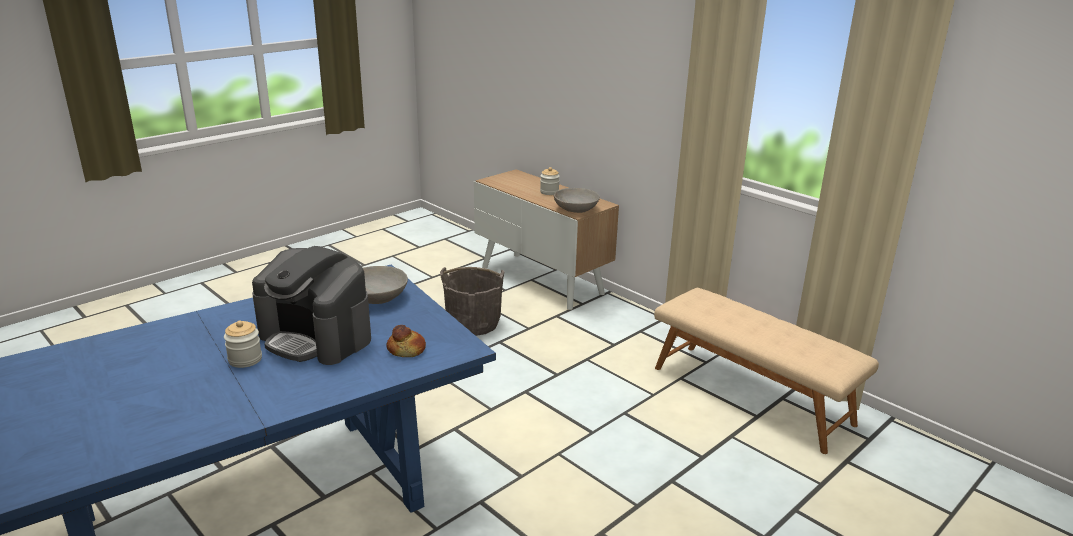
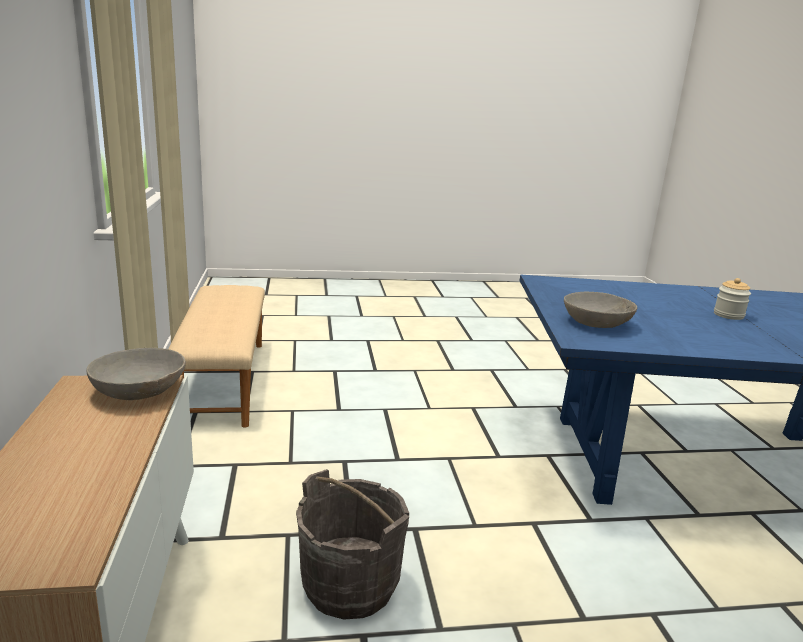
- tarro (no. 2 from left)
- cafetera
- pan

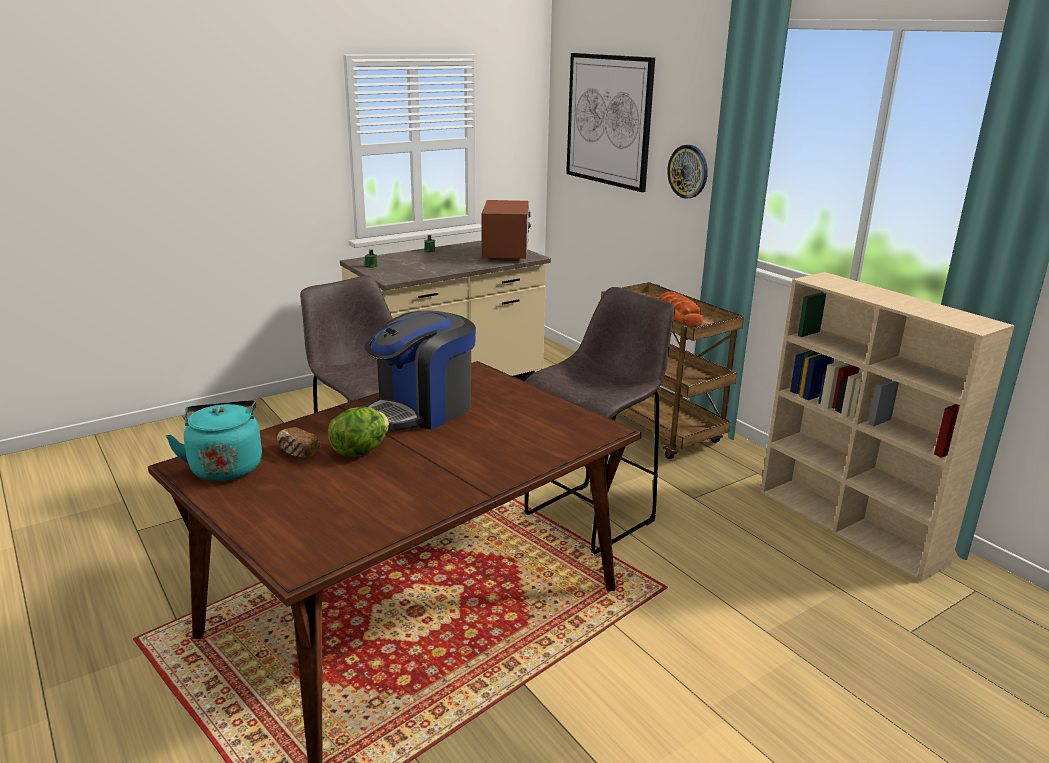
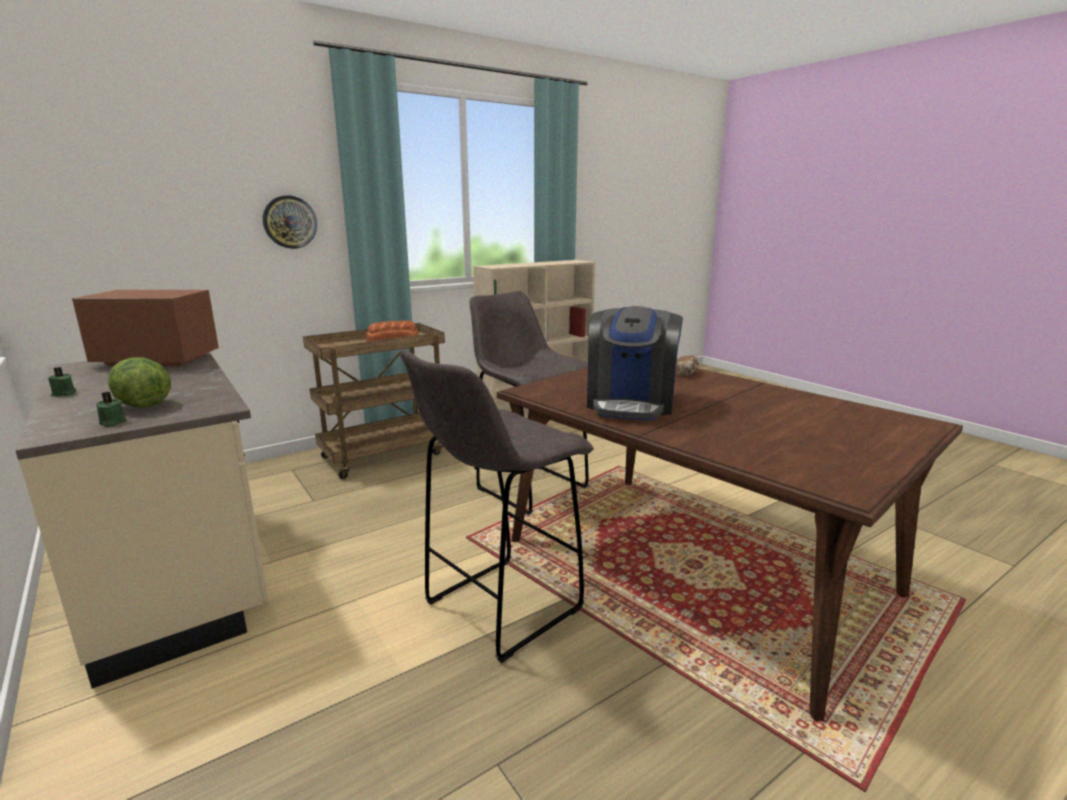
- cuadro
~ cafetera 60 degrees clockwise
- hervidor/turquesa
~ lechuga
~ pan (no. 1 from left in the first image) to pan (no. 2 from left)

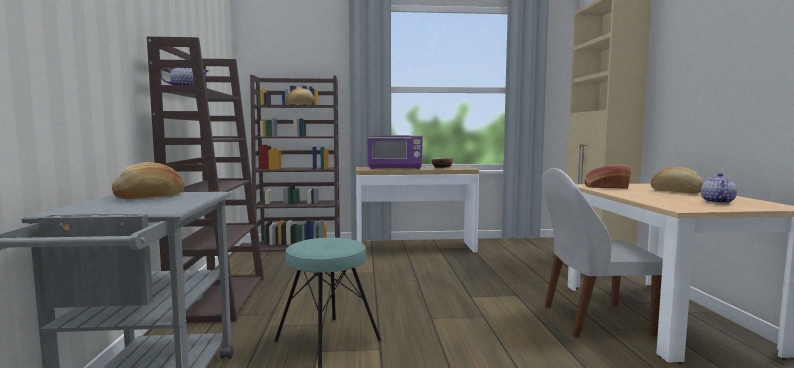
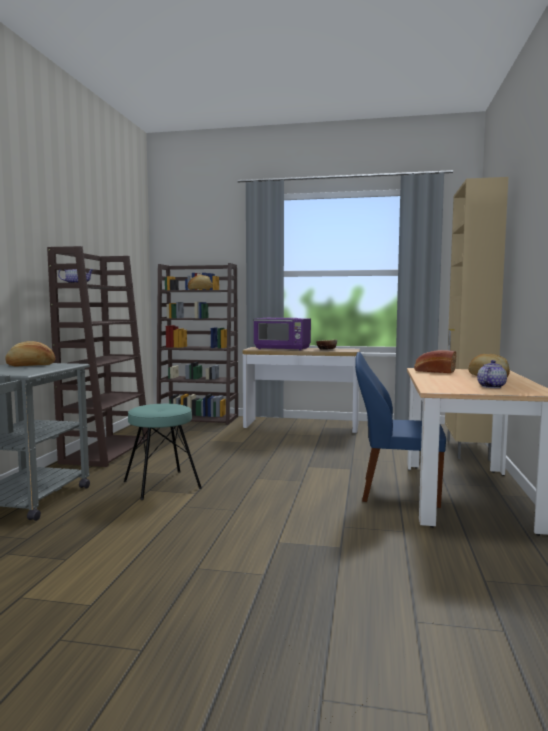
~ silla/blanco to silla/azul

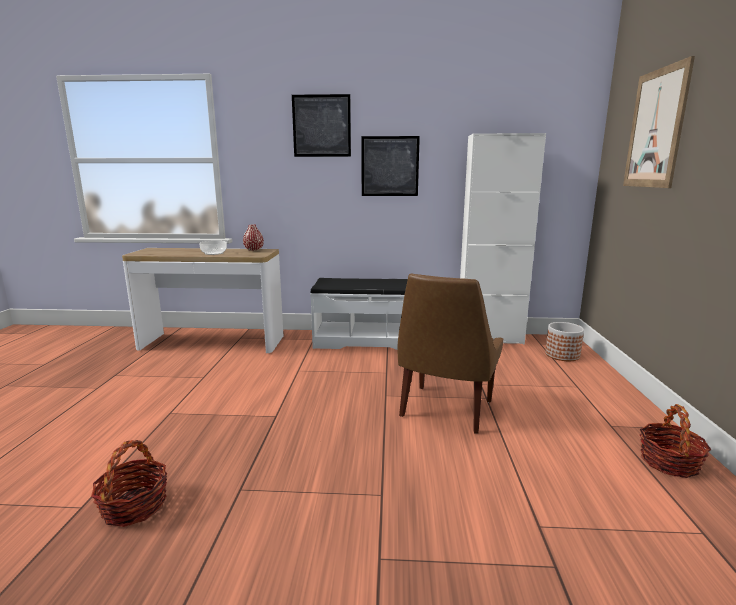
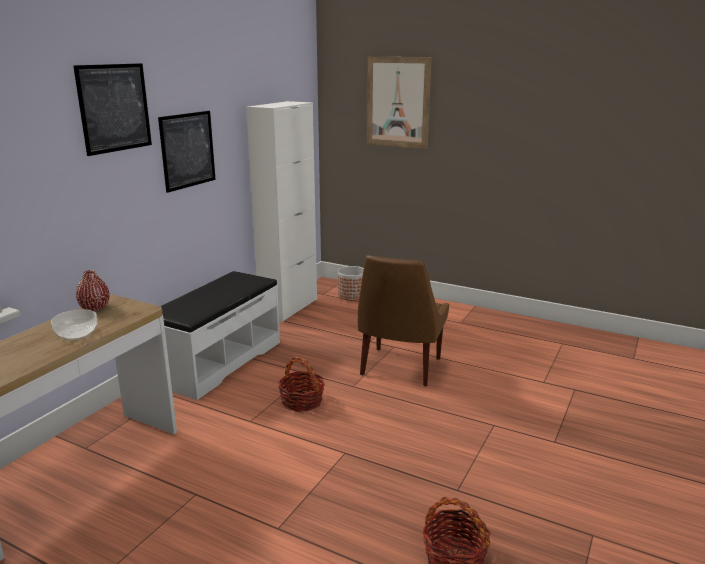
~ silla/marrón 60 degrees clockwise
~ cesta (no. 2 from left in the first image) to cesta (no. 1 from left)

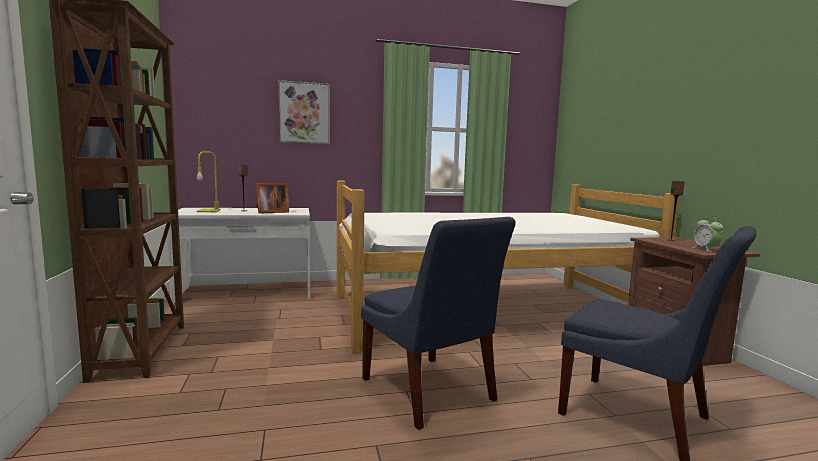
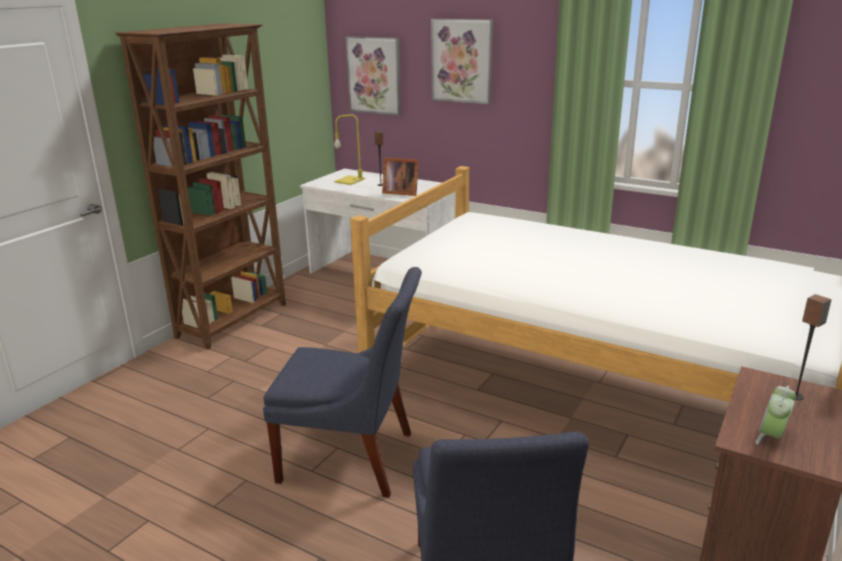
~ silla/azul (no. 1 from left) 90 degrees counterclockwise
+ cuadro (no. 1 from left)

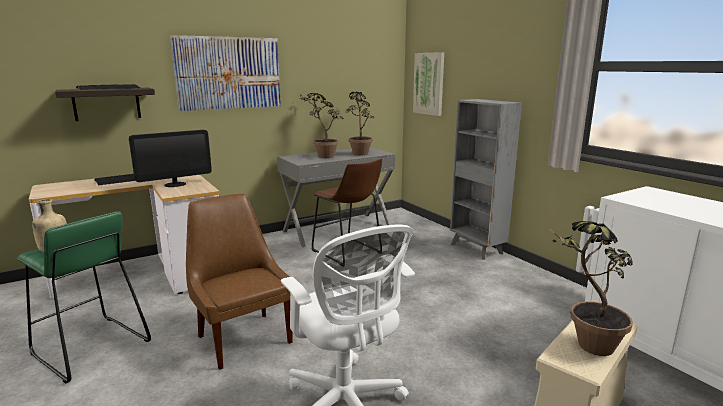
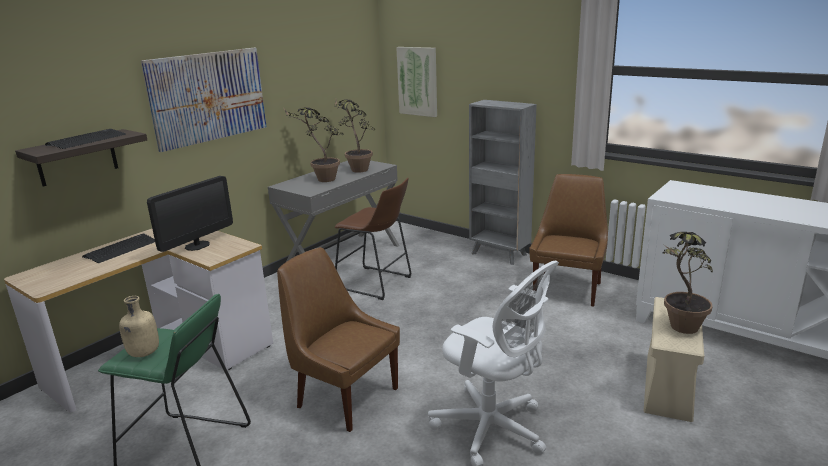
+ silla/marrón (no. 2 from left)

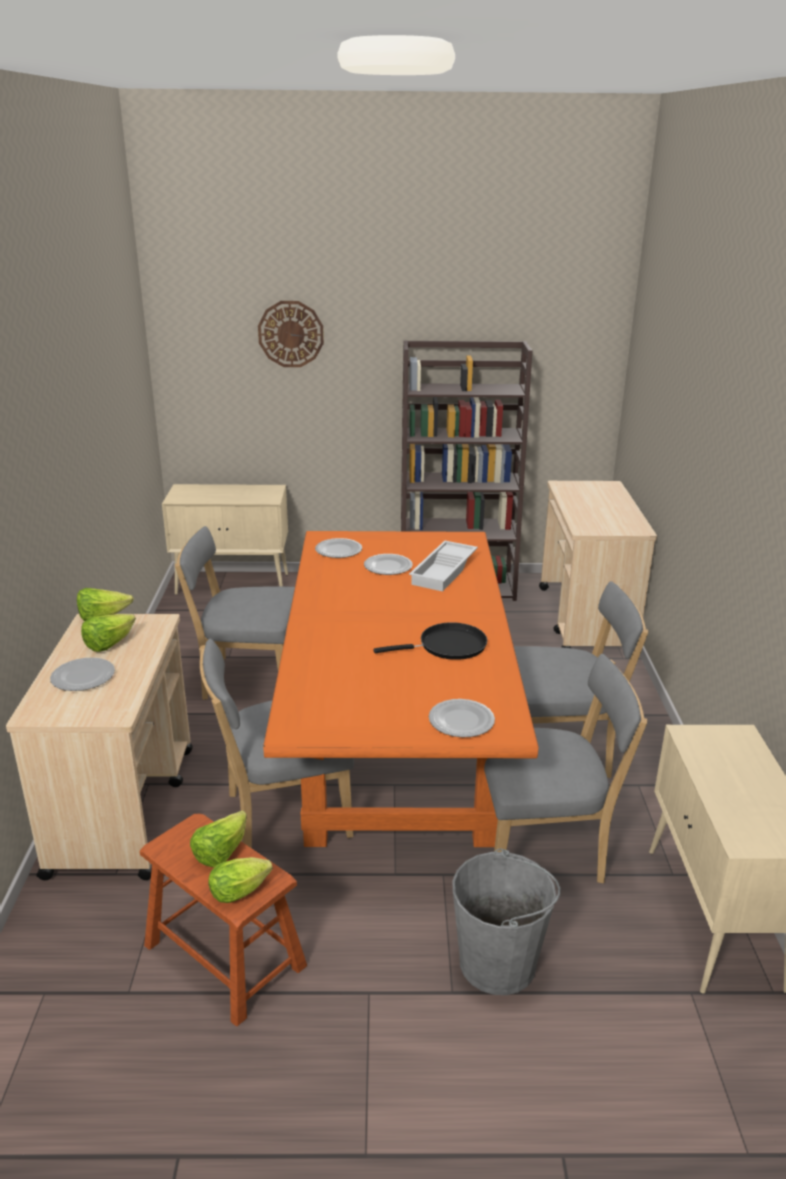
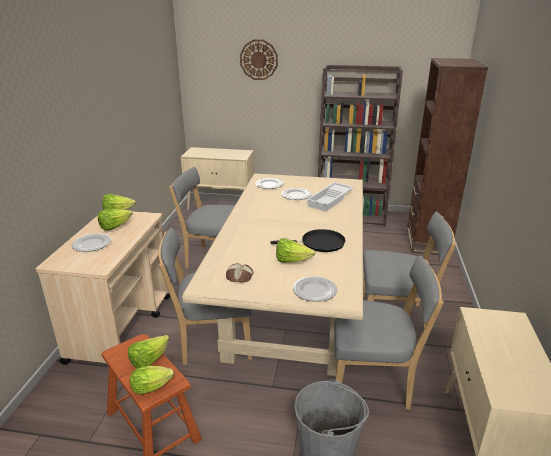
~ carrito/beis (no. 2 from left) to estantería/marrón (no. 2 from left)
~ mesa de comedor/naranja to mesa de comedor/beis
+ lechuga (no. 5 from left)
+ pan

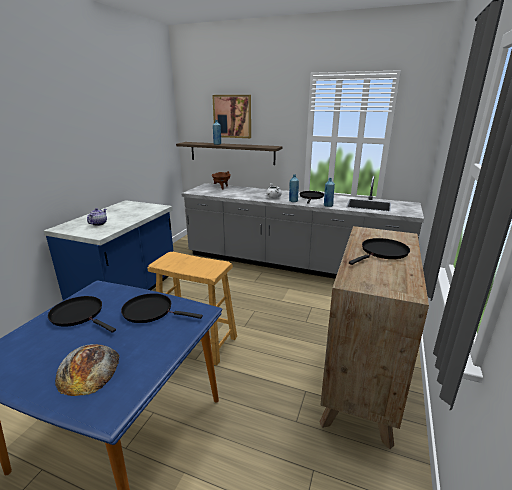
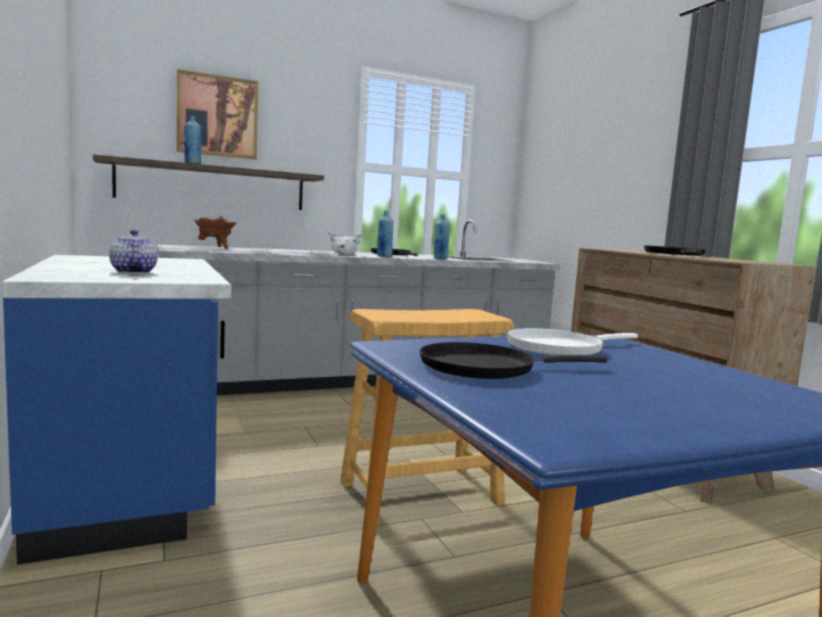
~ sartén/negro (no. 2 from left) to sartén/blanco
- pan

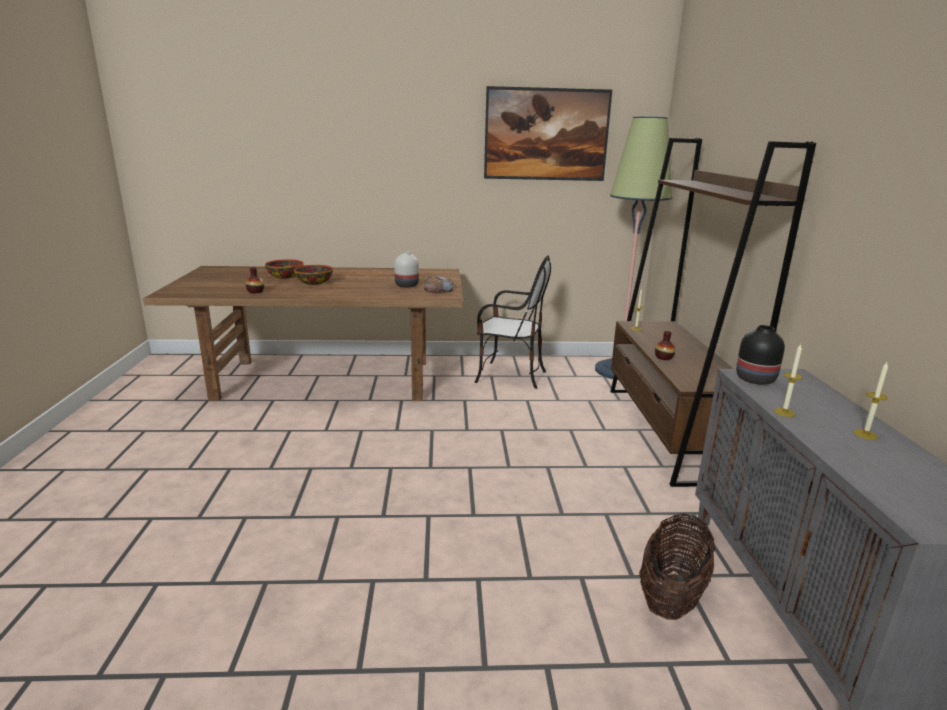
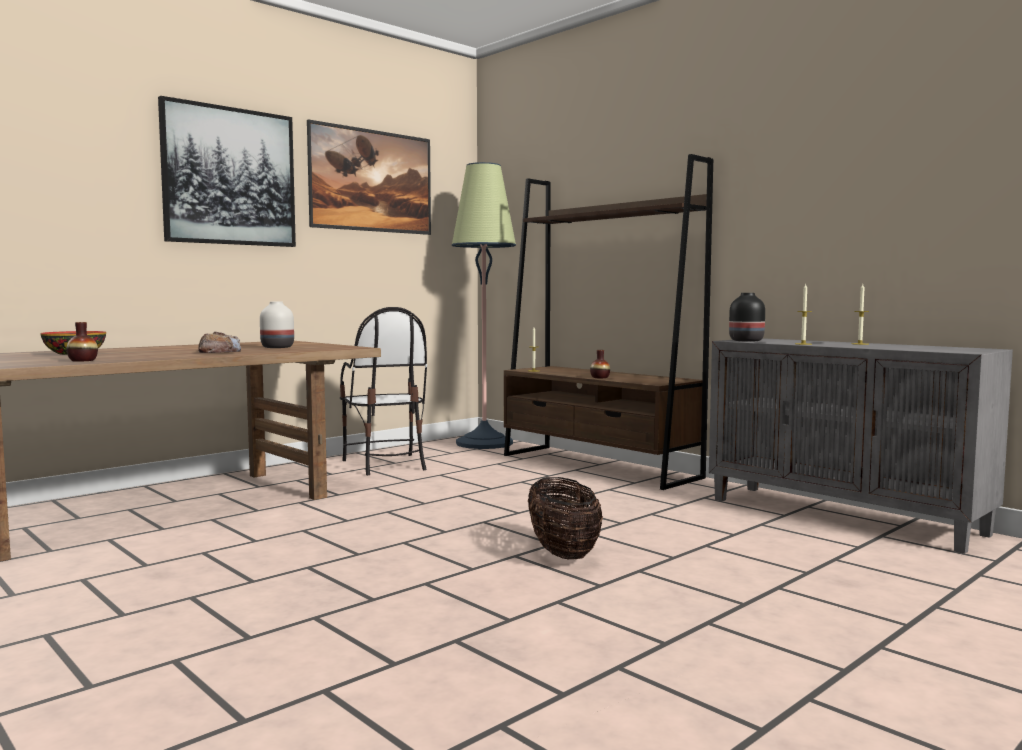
~ silla 90 degrees clockwise
- cuenco (no. 2 from left)
~ pan
~ cesta
+ cuadro (no. 1 from left)

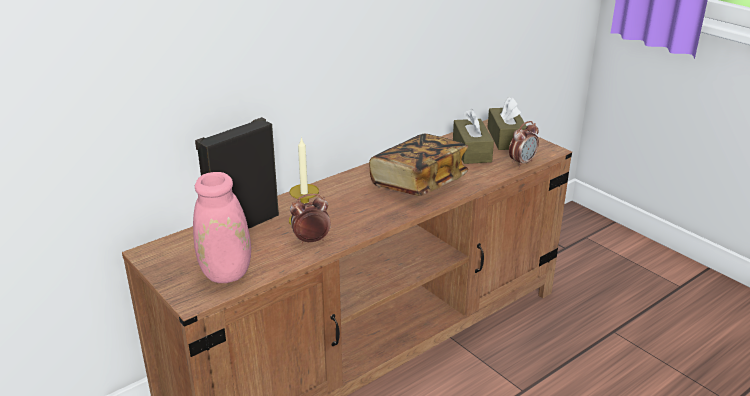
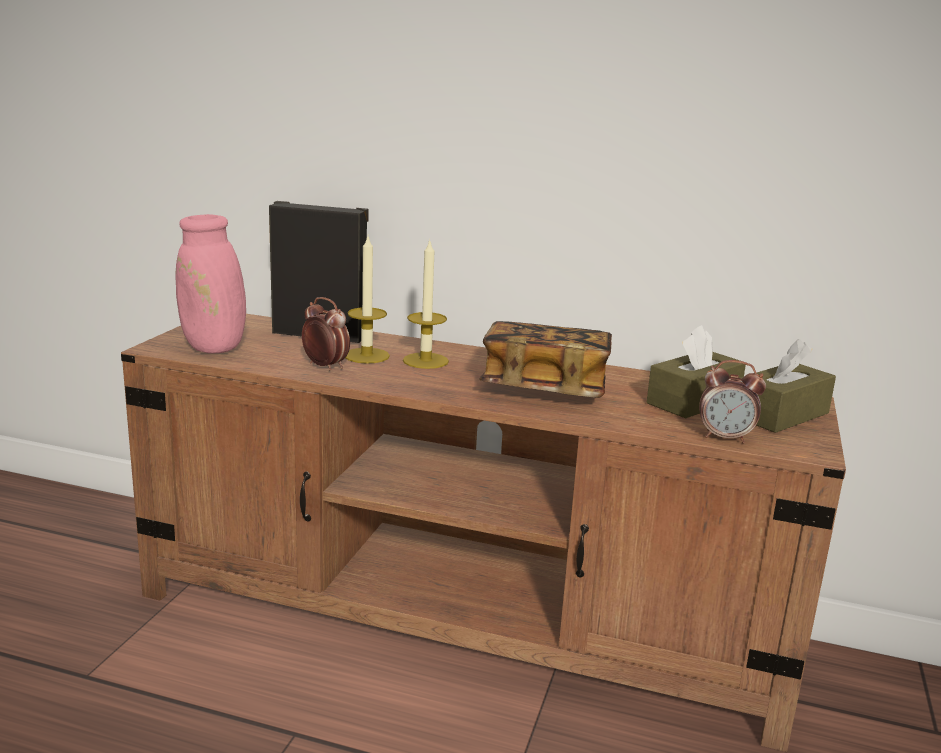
+ vela (no. 2 from left)

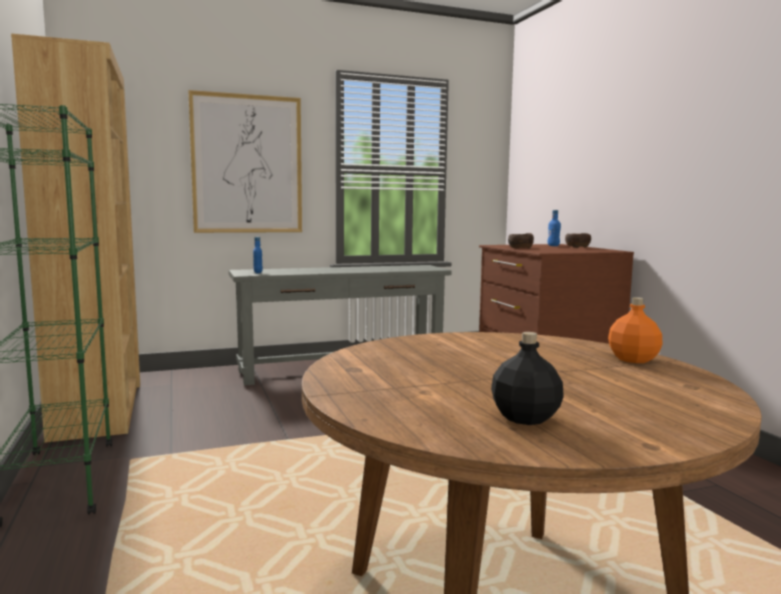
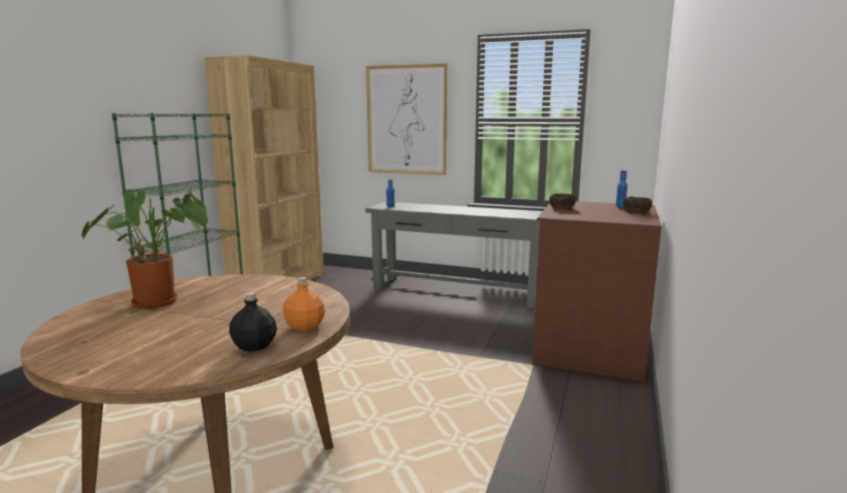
~ botella/negro
+ planta en maceta

